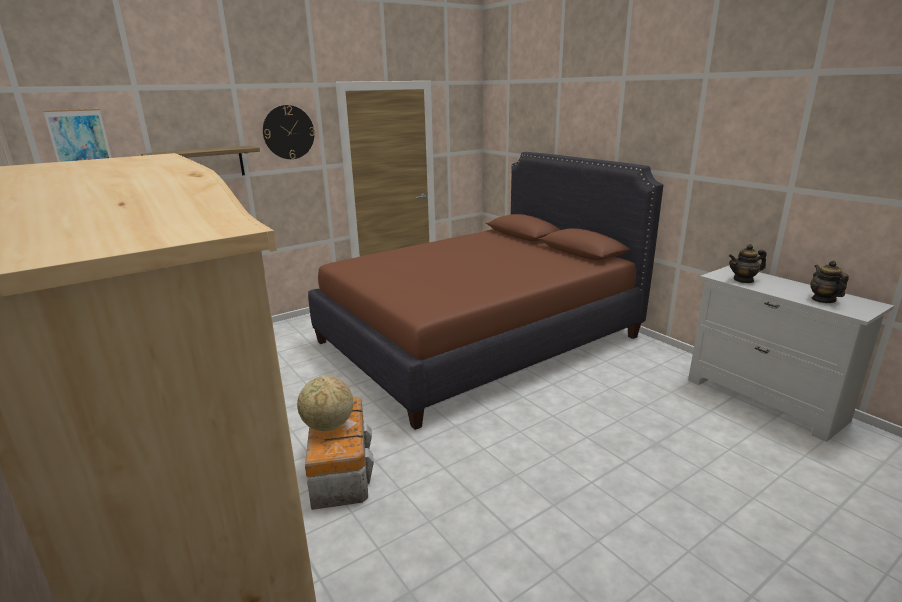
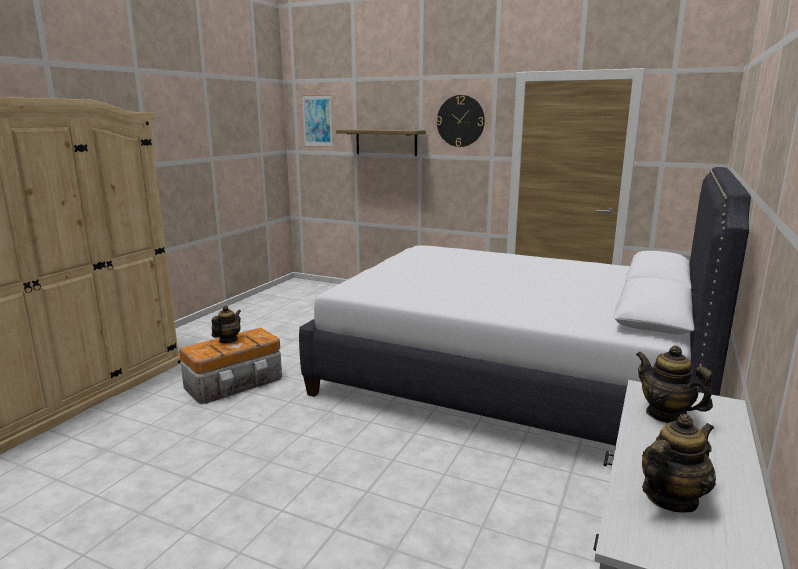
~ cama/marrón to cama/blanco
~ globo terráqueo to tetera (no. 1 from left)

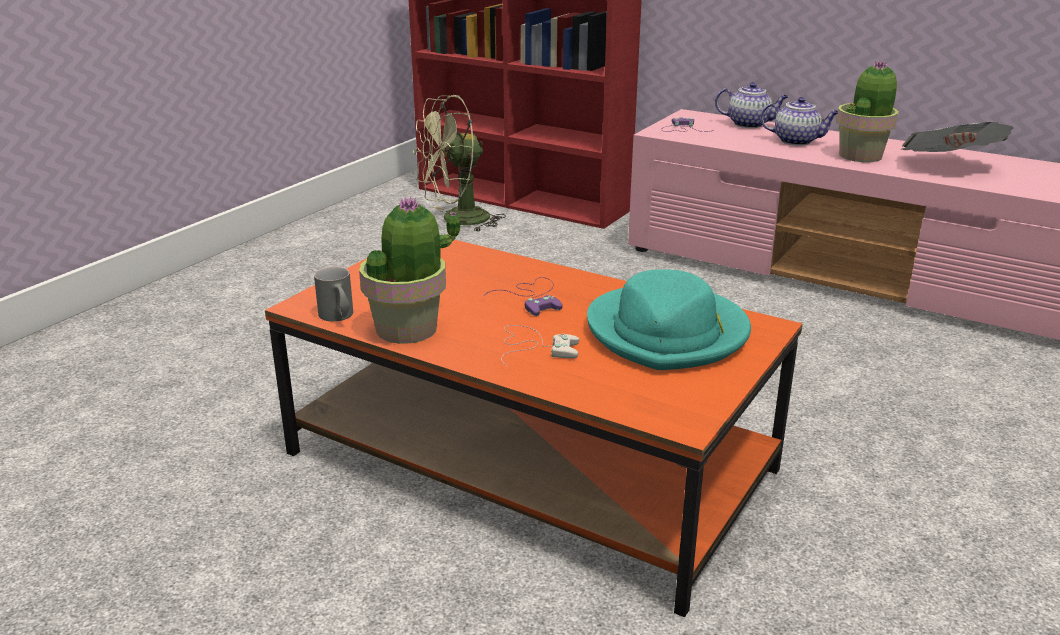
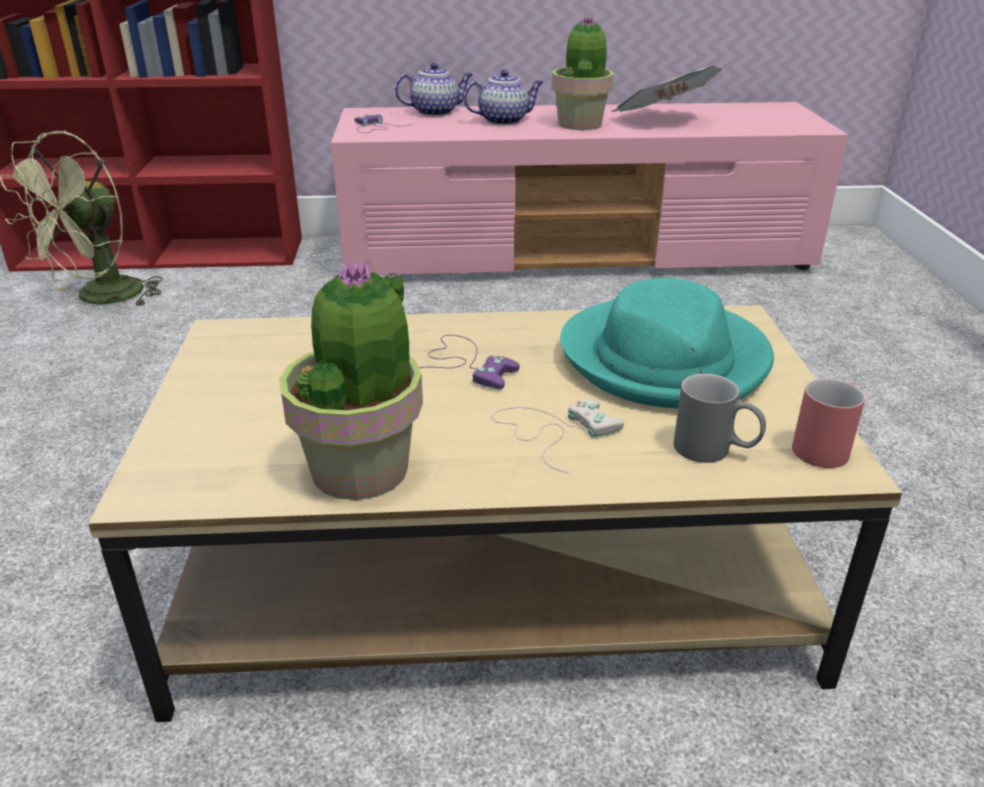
~ mesa de centro/naranja to mesa de centro/beis
~ taza grande/gris
+ taza grande/rojo

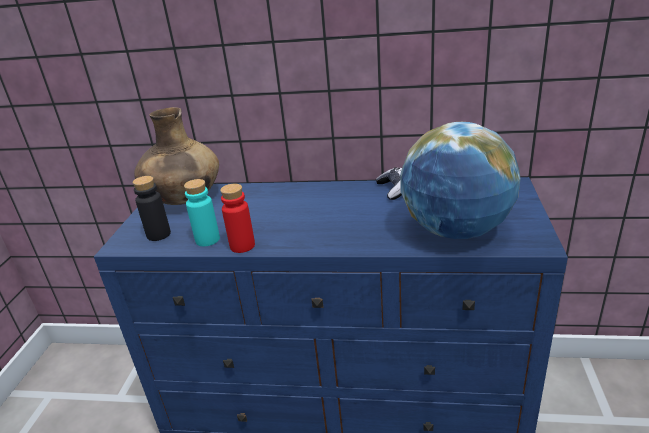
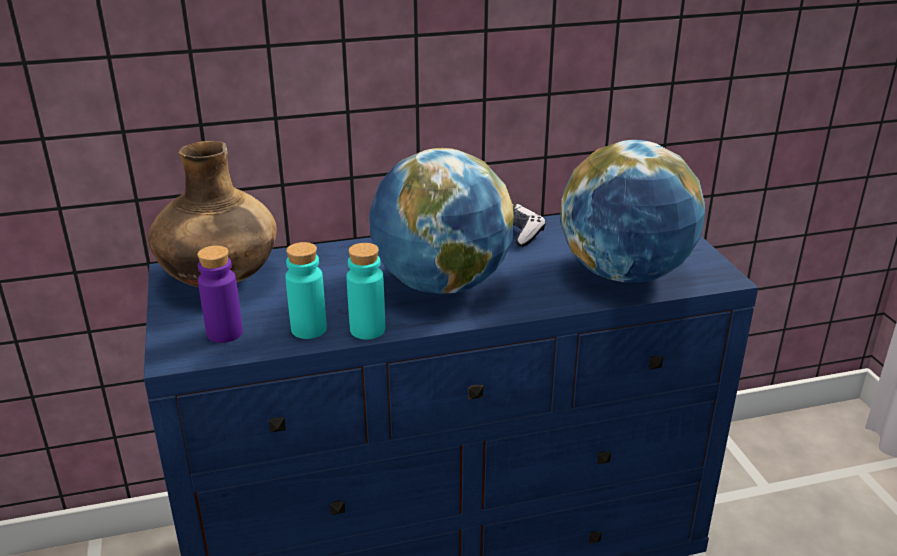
~ botella/negro to botella/morado
~ botella/rojo to botella/turquesa (no. 2 from left)
+ globo terráqueo (no. 1 from left)

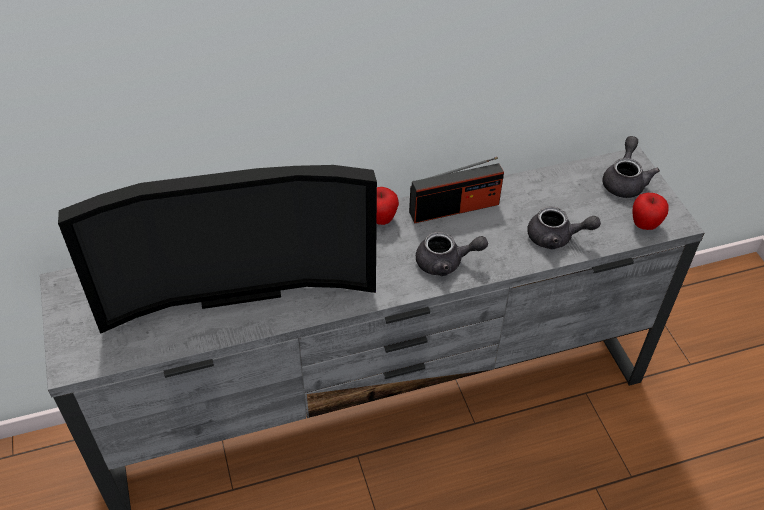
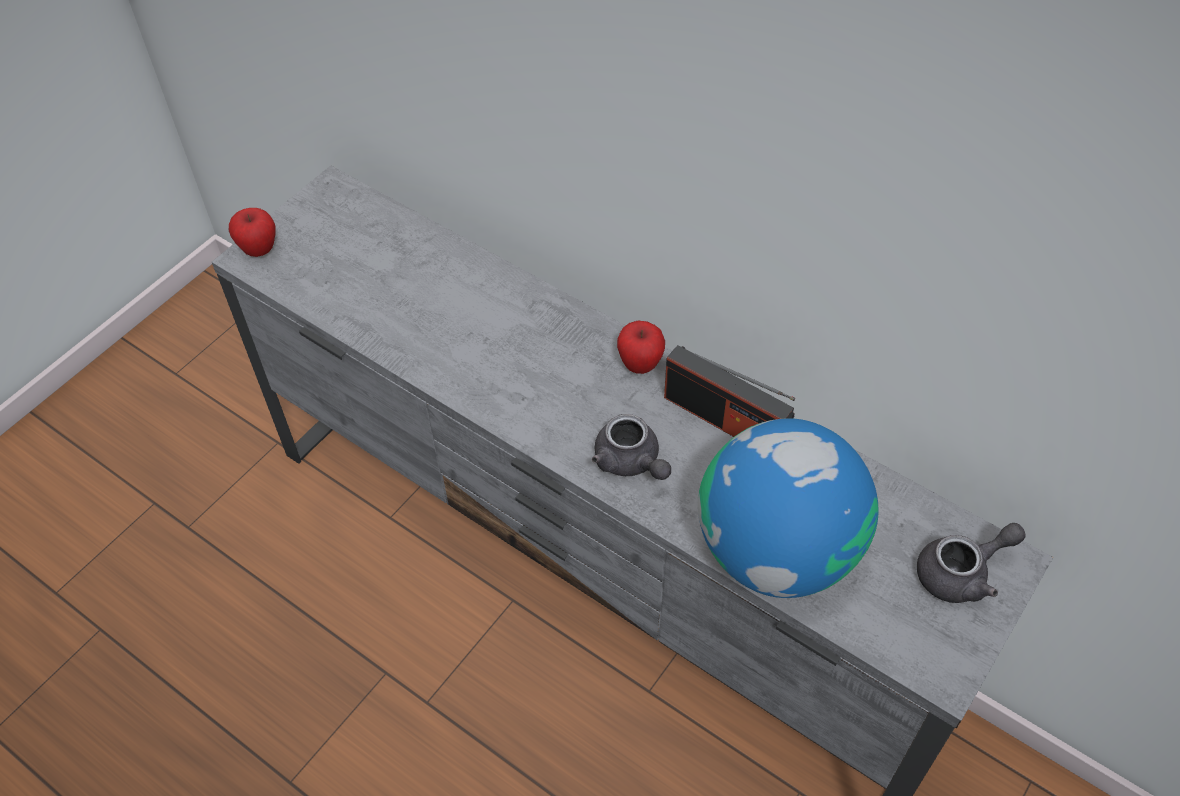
- televisor
~ manzana (no. 2 from left in the first image) to manzana (no. 1 from left)
~ tetera/gris (no. 2 from left) to globo terráqueo

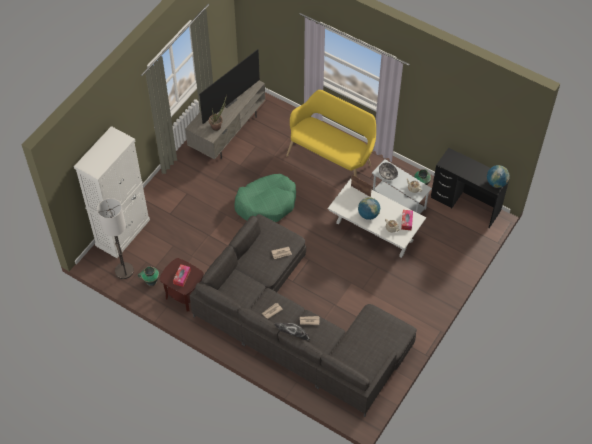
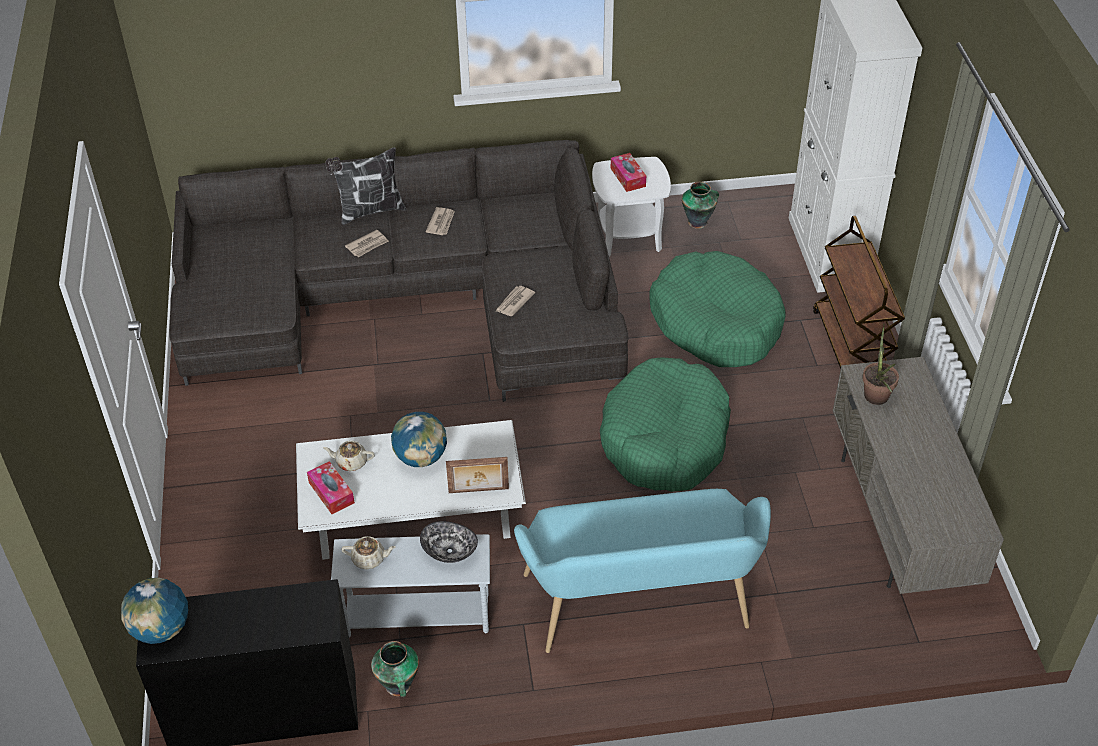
- televisor
~ banco/amarillo to banco/turquesa
- lámpara de pie
~ mesa auxiliar/marrón to mesa auxiliar/blanco (no. 2 from left)
+ carrito/marrón
+ cama para perro/verde (no. 2 from left)

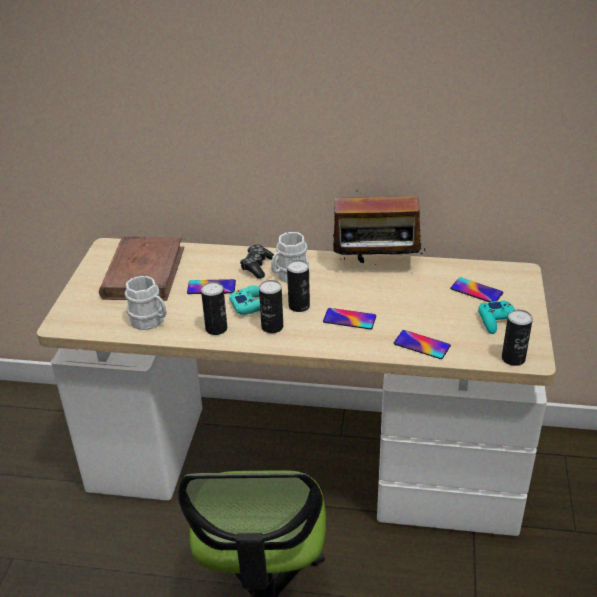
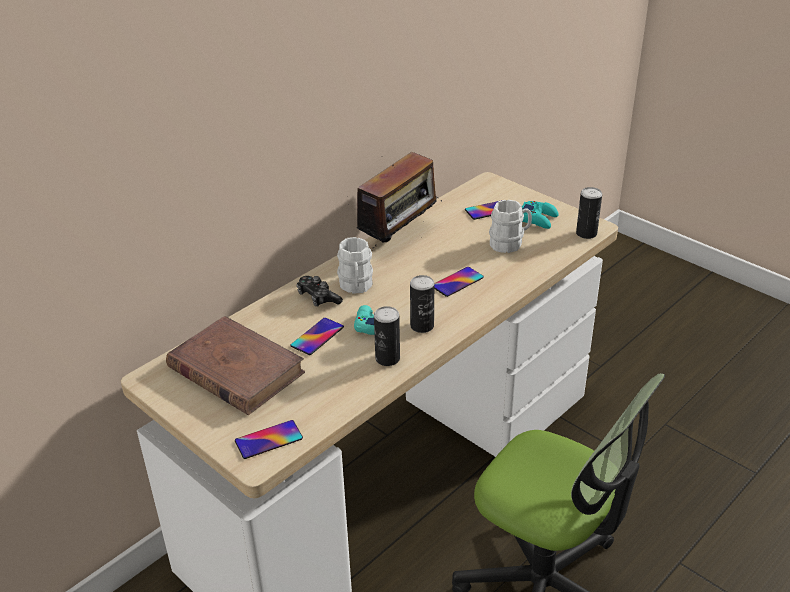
- lata (no. 3 from left)
~ taza grande/blanco (no. 1 from left in the first image) to taza grande/blanco (no. 2 from left)
~ móvil (no. 3 from left in the first image) to móvil (no. 1 from left)

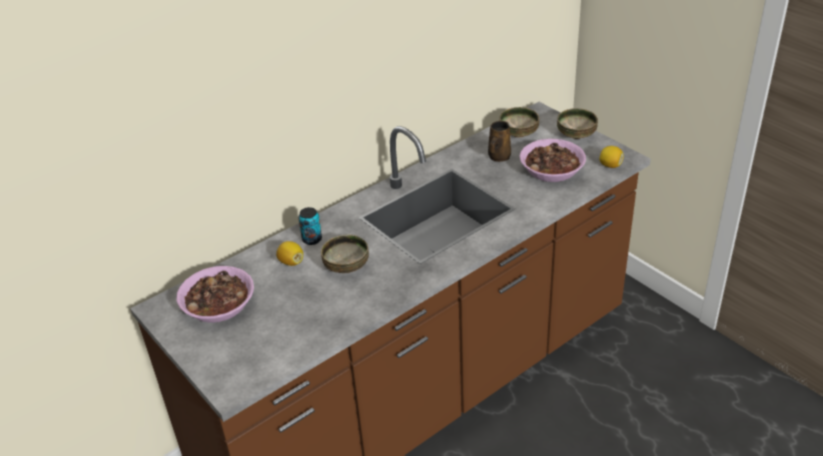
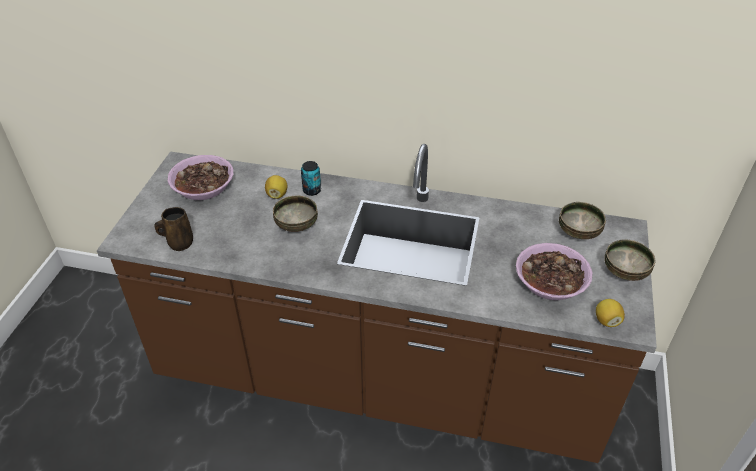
~ taza grande/marrón

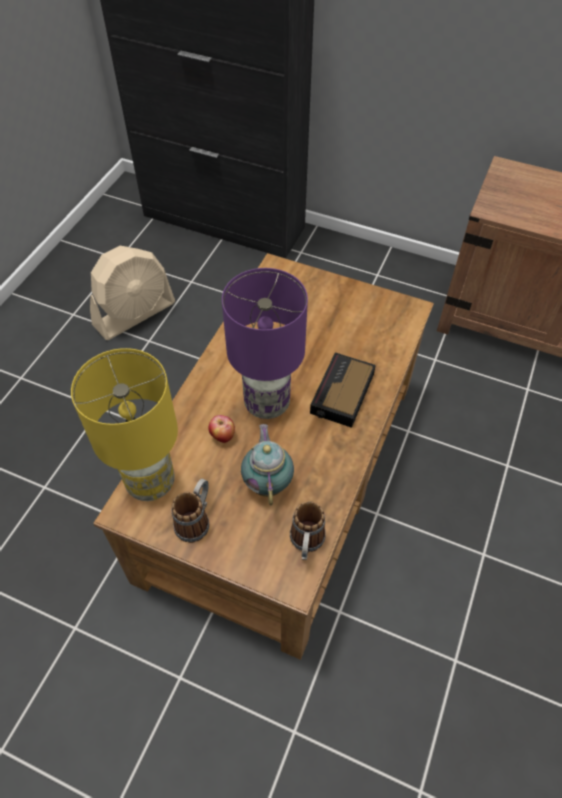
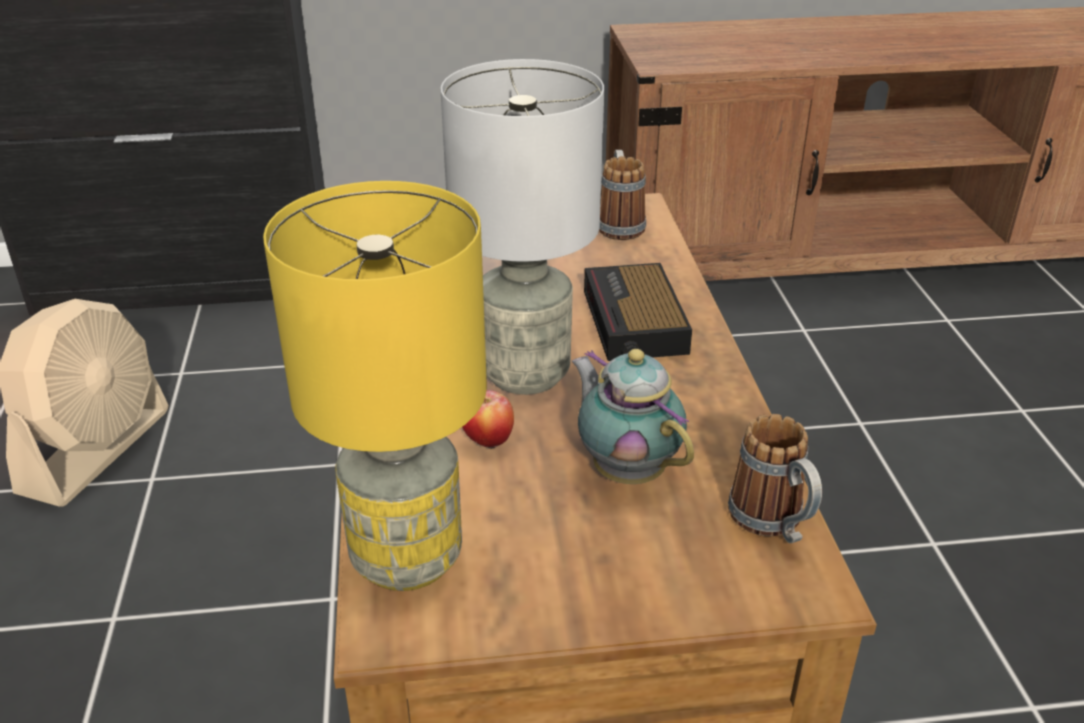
~ lámpara de mesa/morado to lámpara de mesa/gris
~ taza grande (no. 1 from left)

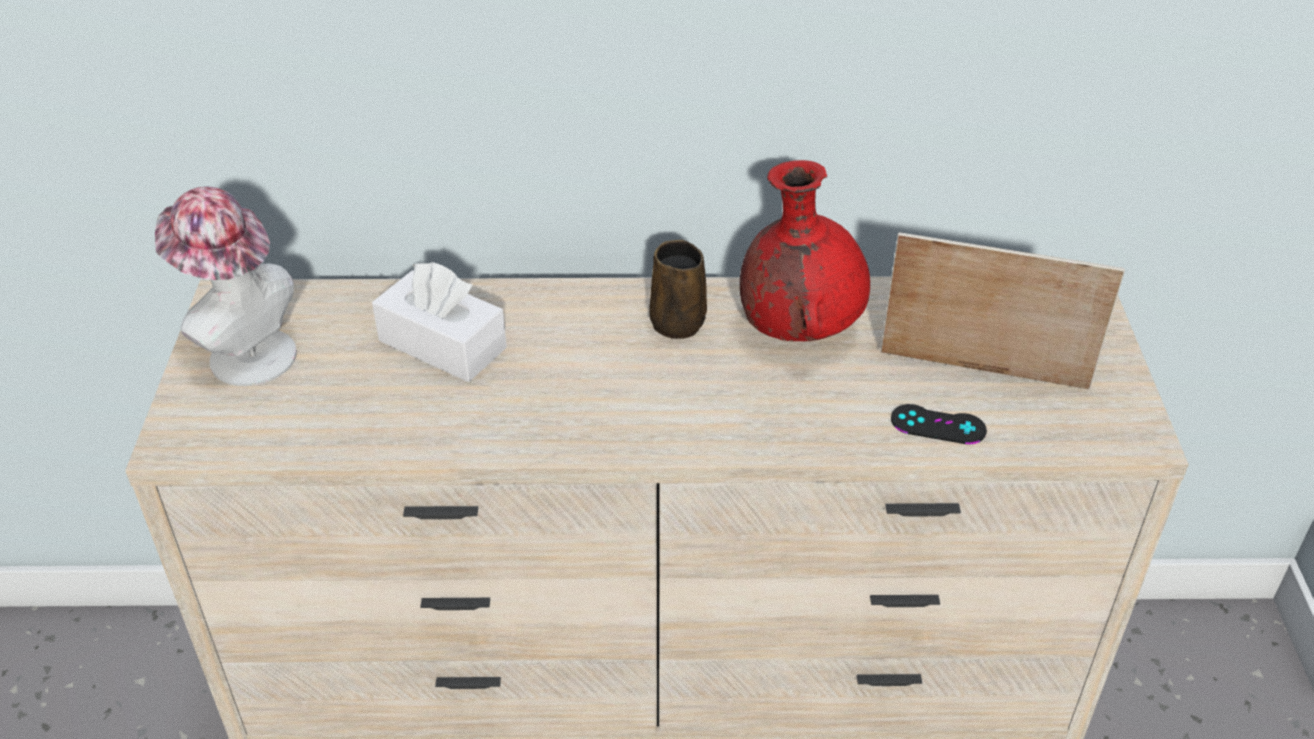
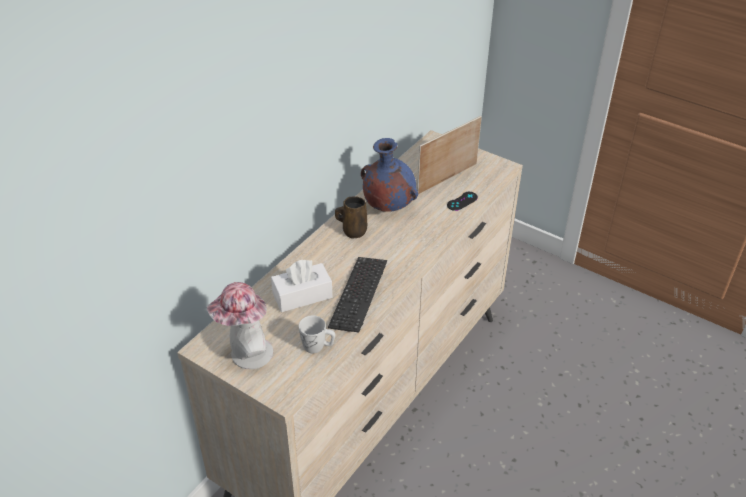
~ florero/rojo to florero/azul
+ teclado
+ taza grande/blanco

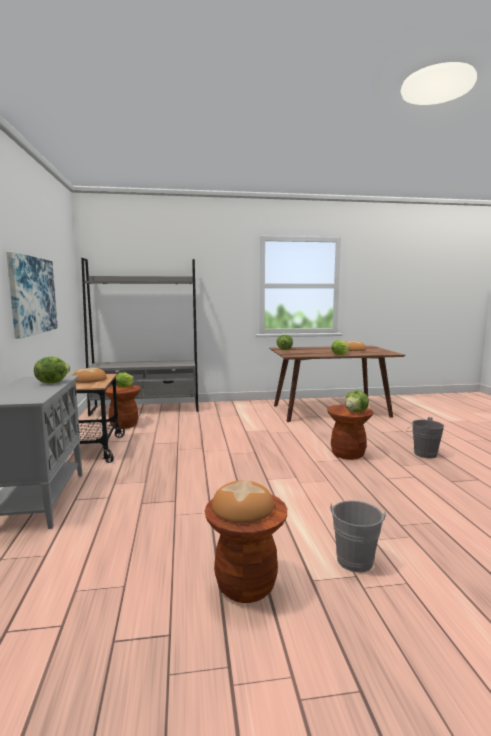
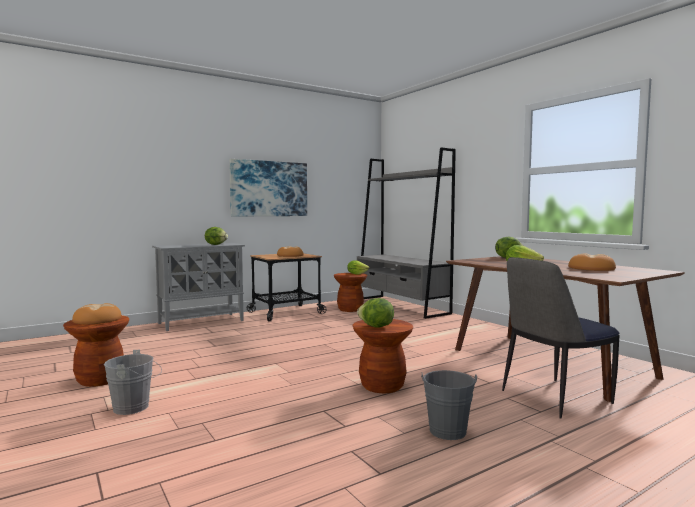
+ silla

